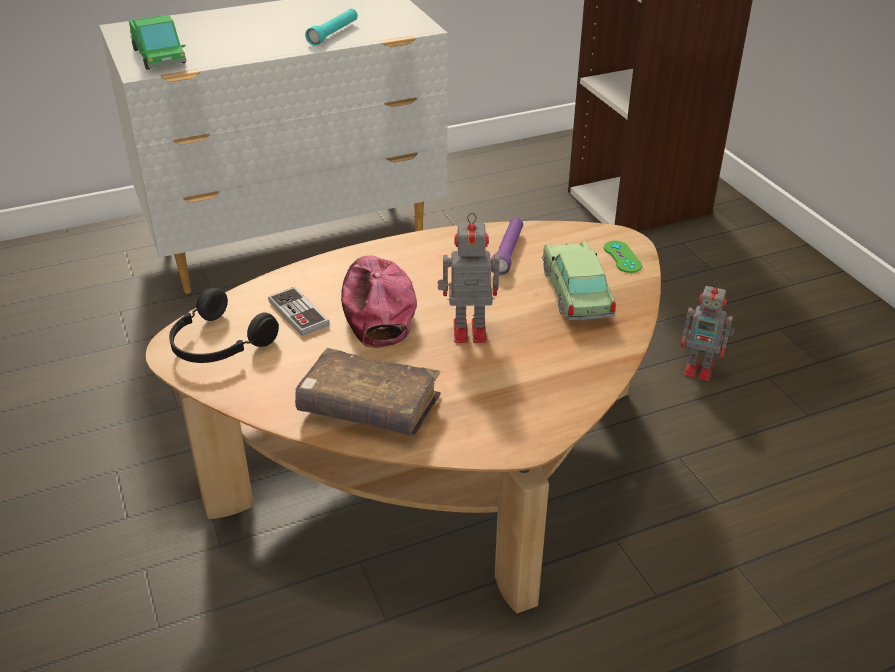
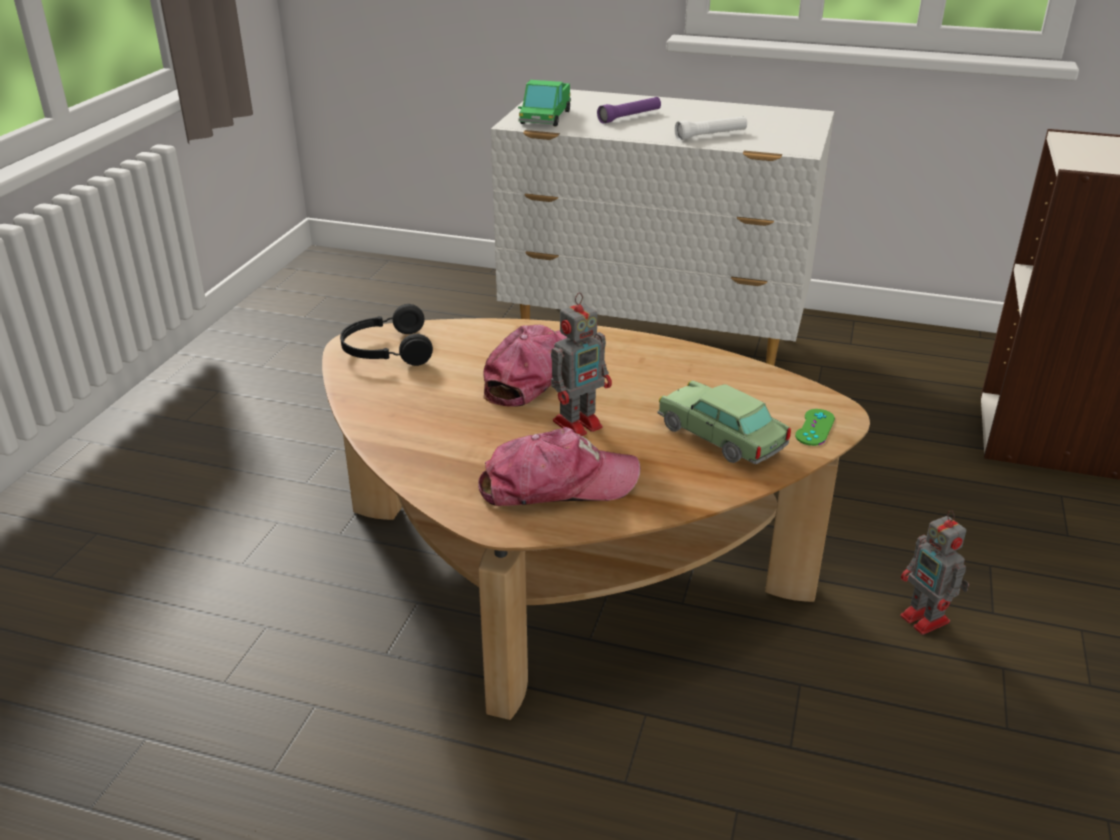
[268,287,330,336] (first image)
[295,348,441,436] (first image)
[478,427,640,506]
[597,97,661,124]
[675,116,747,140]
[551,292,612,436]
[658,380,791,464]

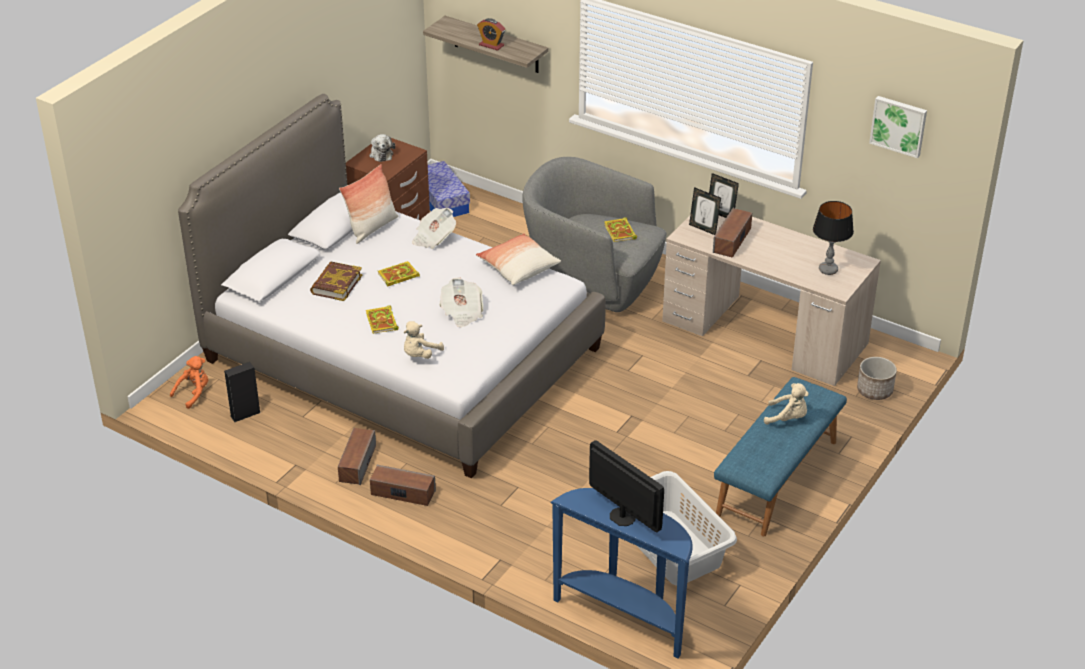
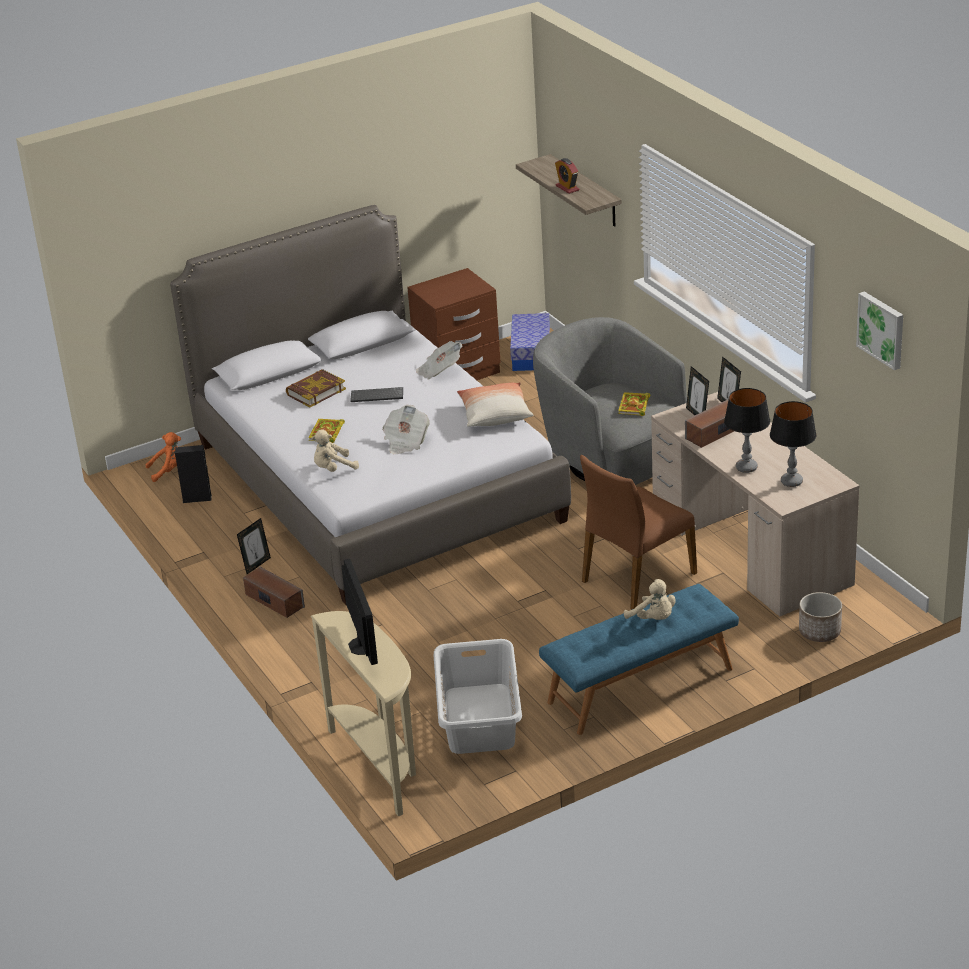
[339,164,398,244] (first image)
[369,134,395,162] (first image)
[580,455,697,609]
[724,388,770,473]
[237,518,271,574]
[350,387,403,402]
[311,611,416,817]

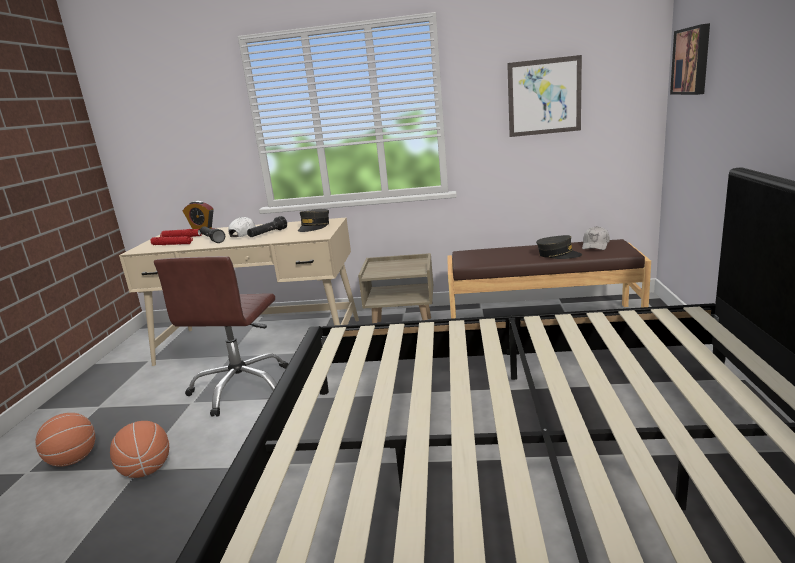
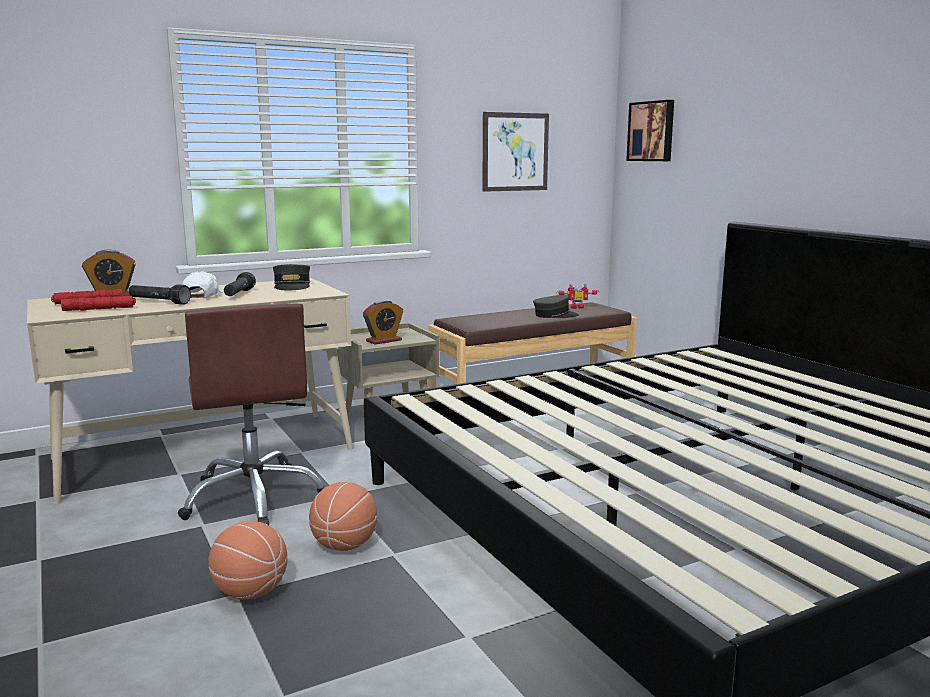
[363,300,403,345]
[309,482,377,551]
[556,283,600,309]

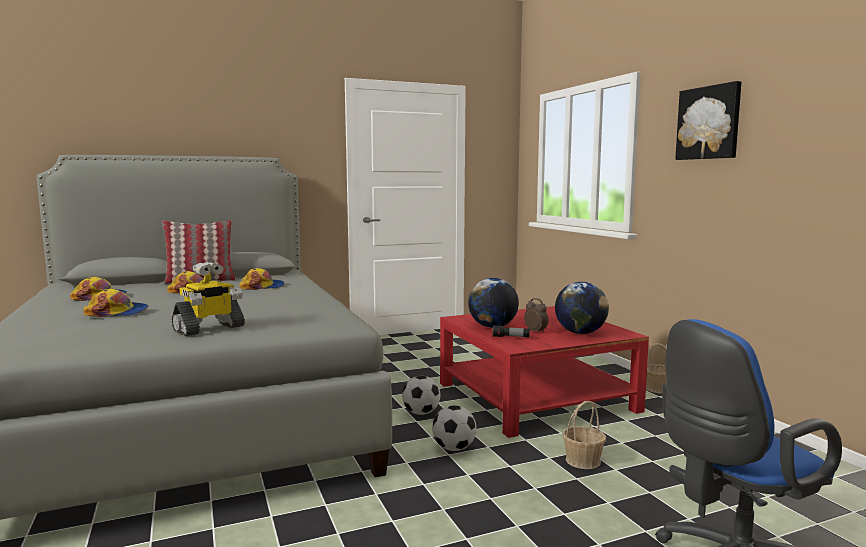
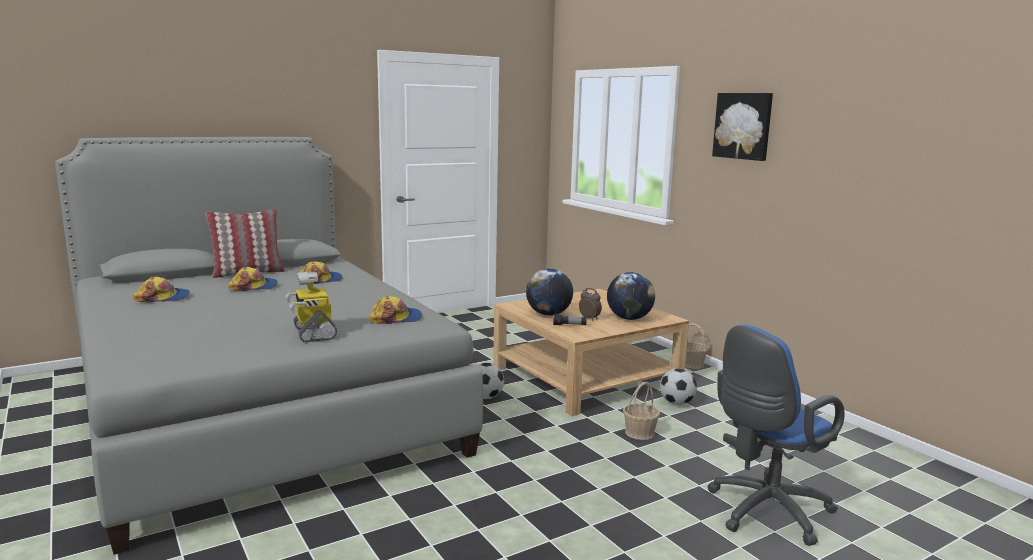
[369,296,422,324]
[660,368,697,405]
[493,289,689,416]
[285,272,337,342]

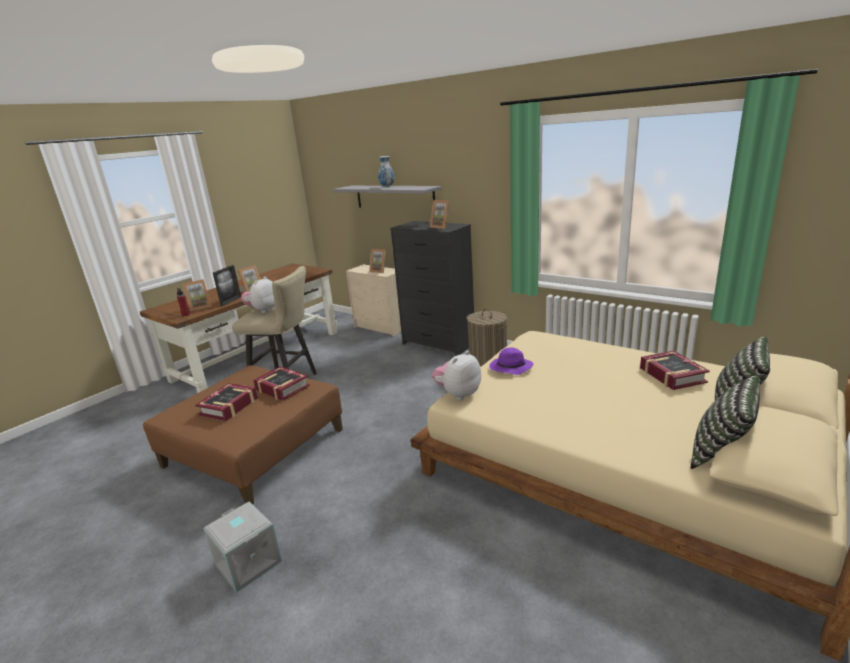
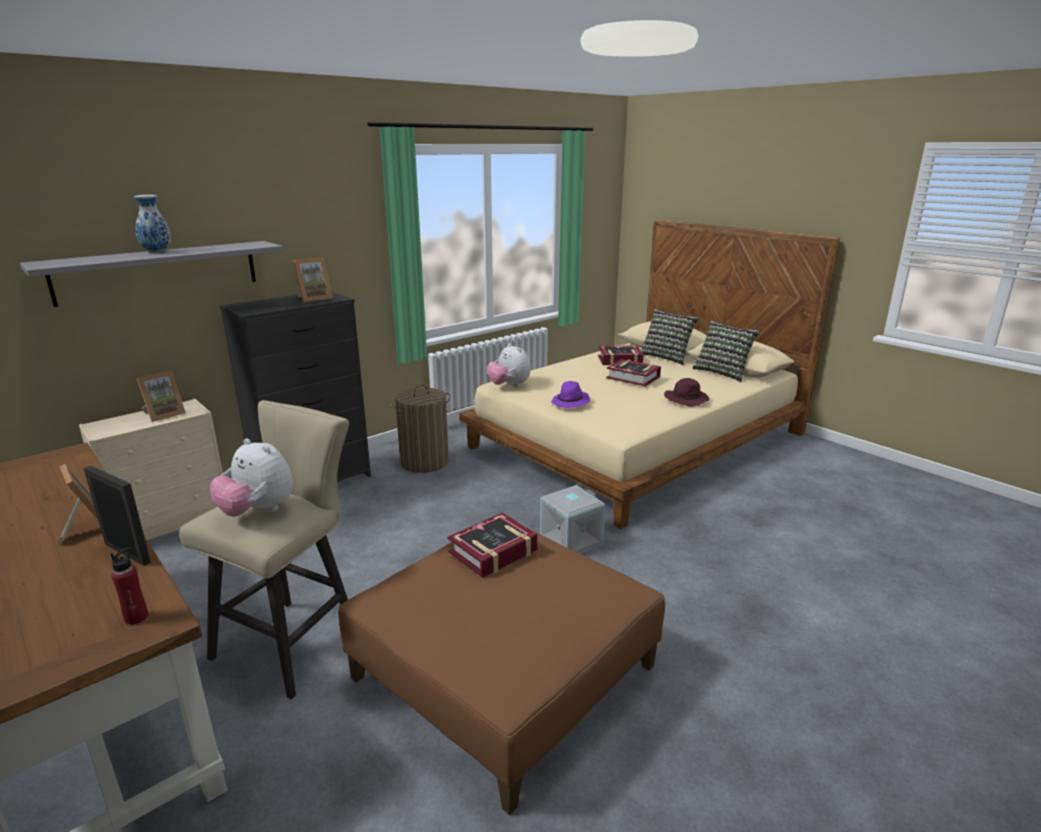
[182,279,212,311] (first image)
[664,378,709,407]
[606,359,661,387]
[540,485,606,553]
[487,343,531,387]

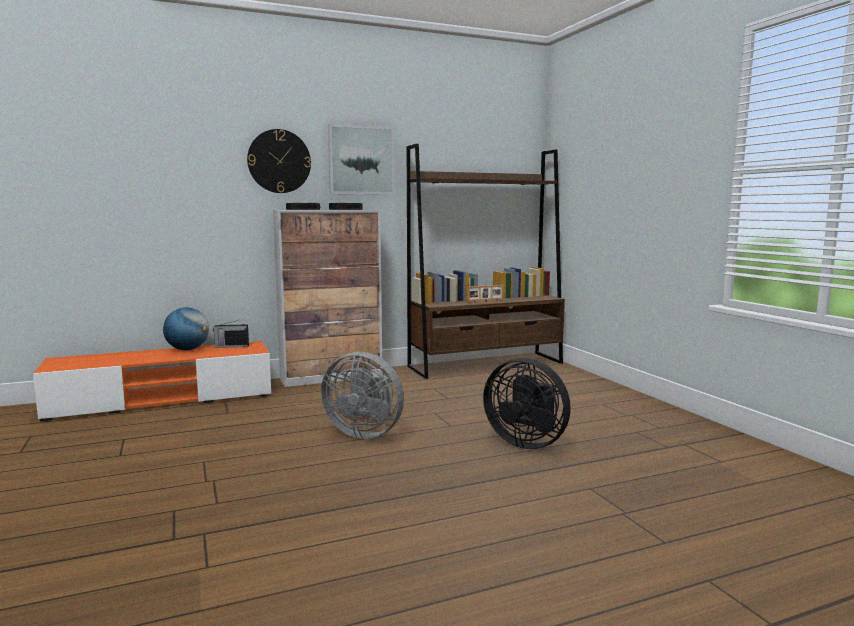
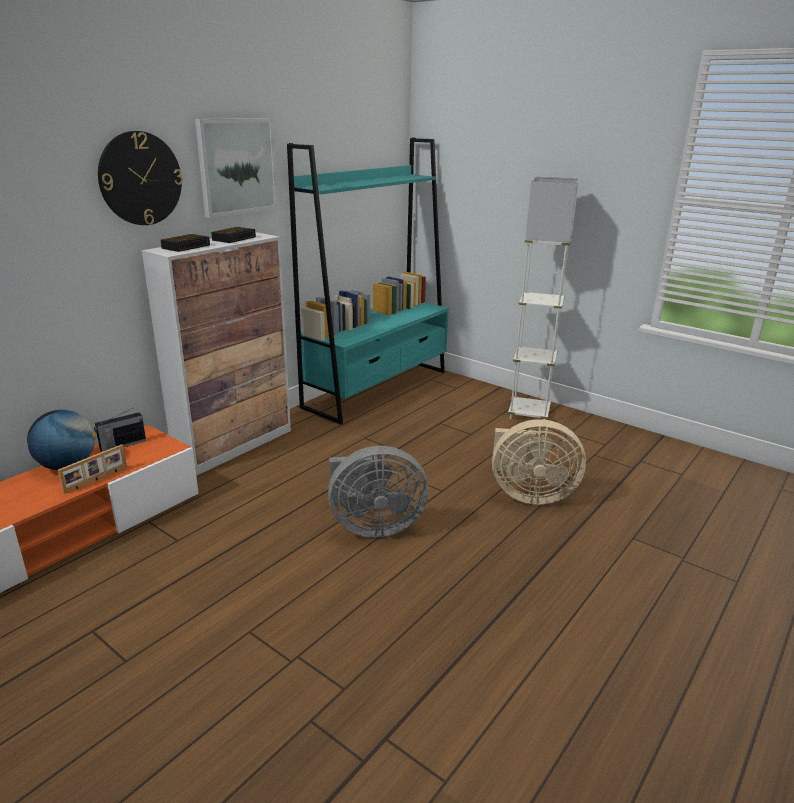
[508,176,579,420]
[58,444,127,494]
[287,137,449,424]
[492,419,586,505]

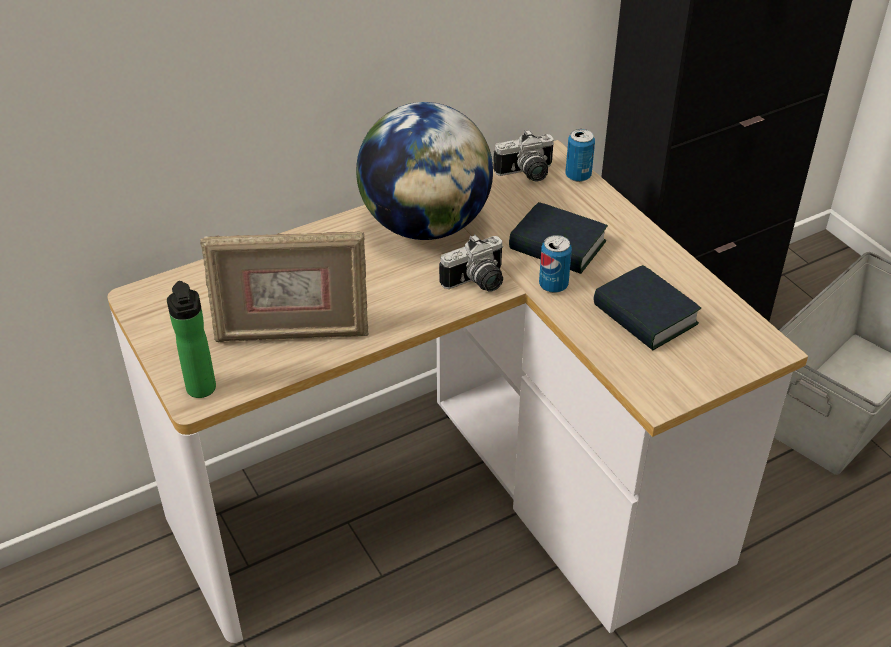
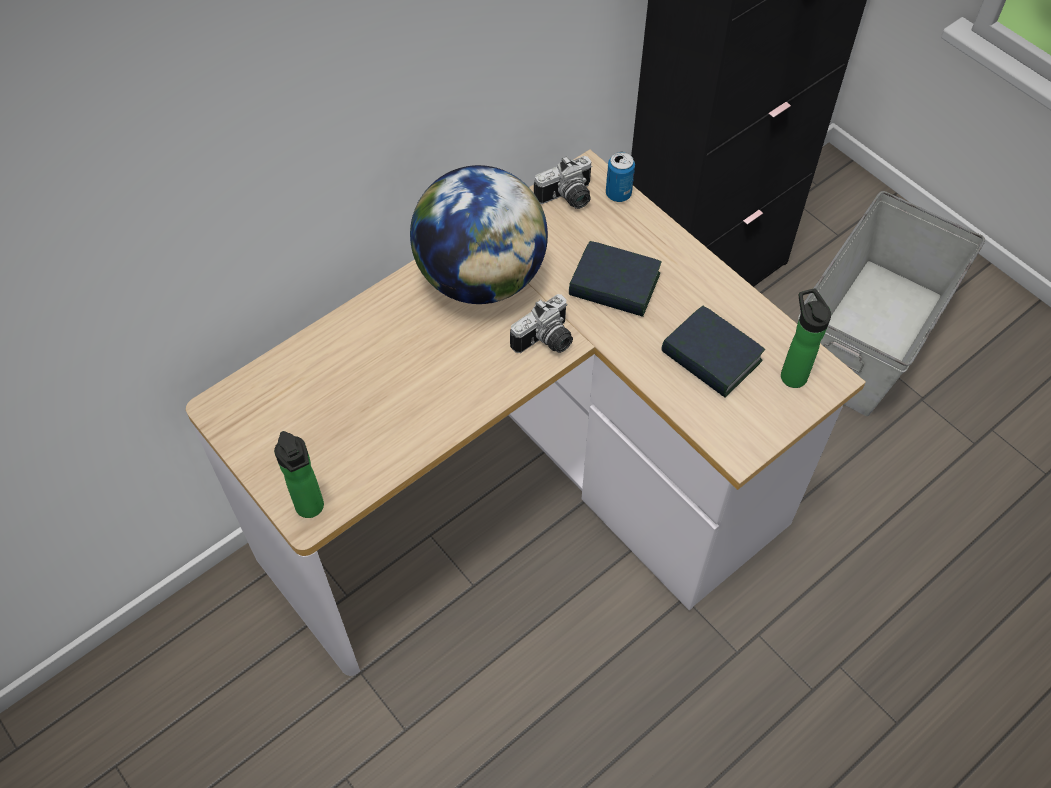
[200,231,369,342] (first image)
[539,235,572,293] (first image)
[781,289,831,388]

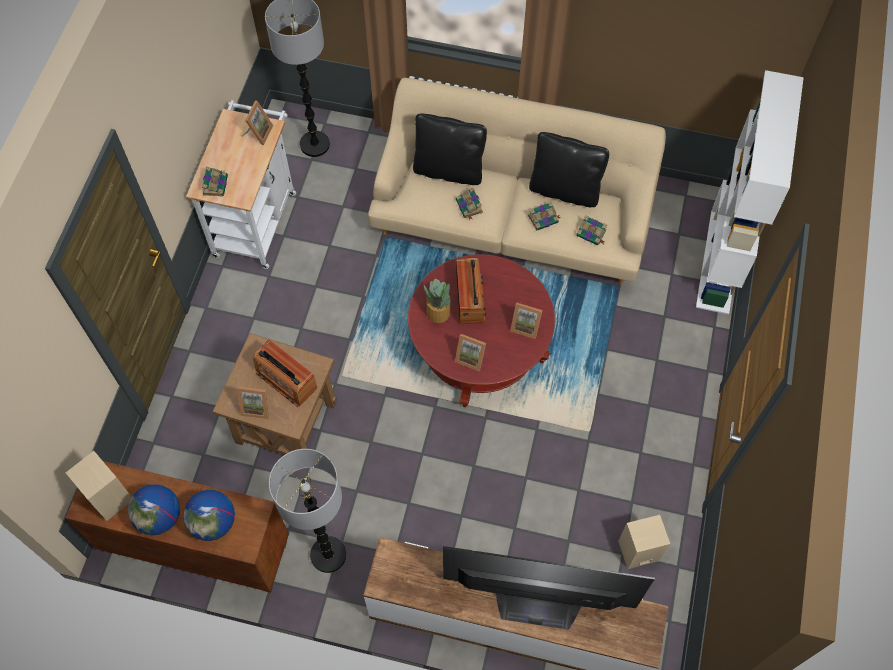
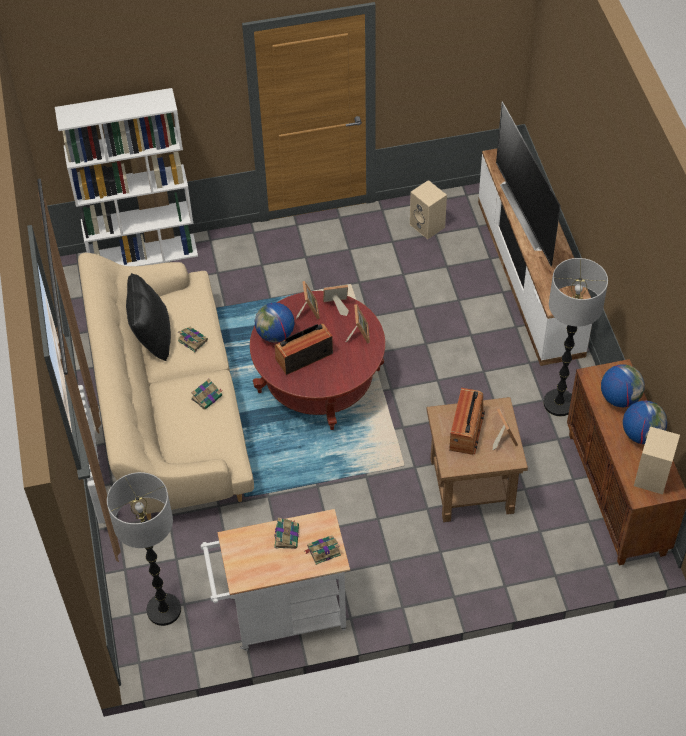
[413,114,487,185] (first image)
[424,279,451,323] (first image)
[255,303,294,342]
[323,285,349,316]
[274,517,299,549]

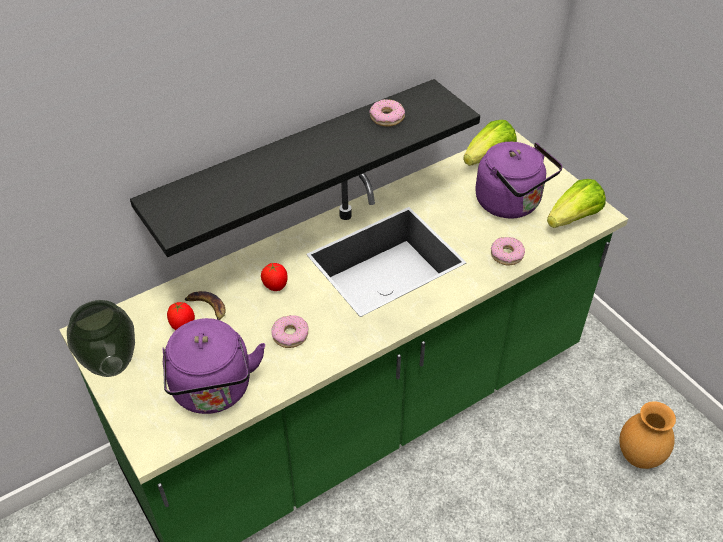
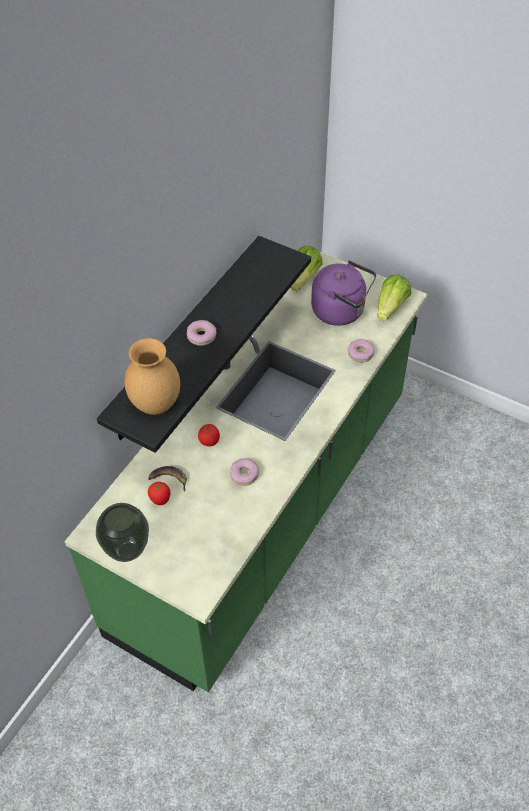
[162,318,265,414] (first image)
[187,320,216,346]
[125,338,180,415]

